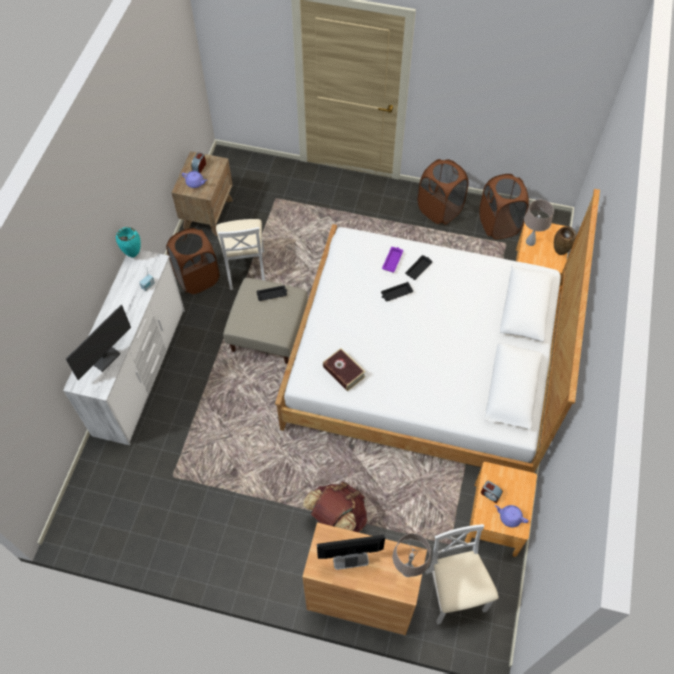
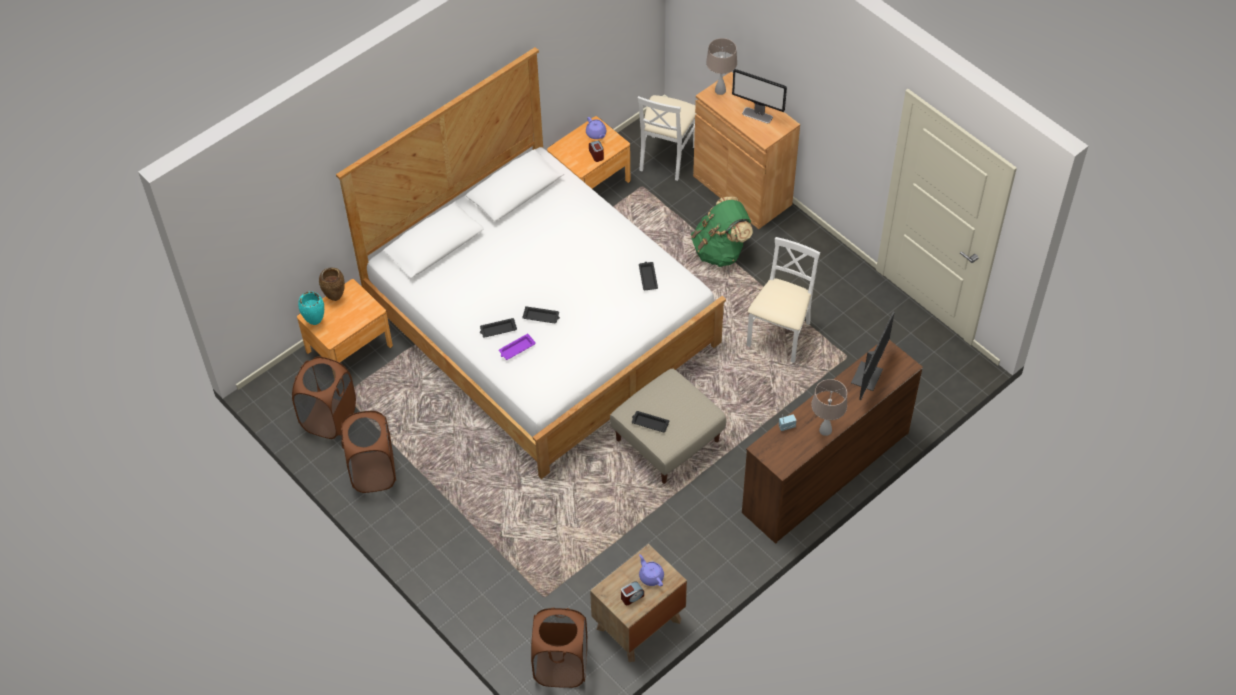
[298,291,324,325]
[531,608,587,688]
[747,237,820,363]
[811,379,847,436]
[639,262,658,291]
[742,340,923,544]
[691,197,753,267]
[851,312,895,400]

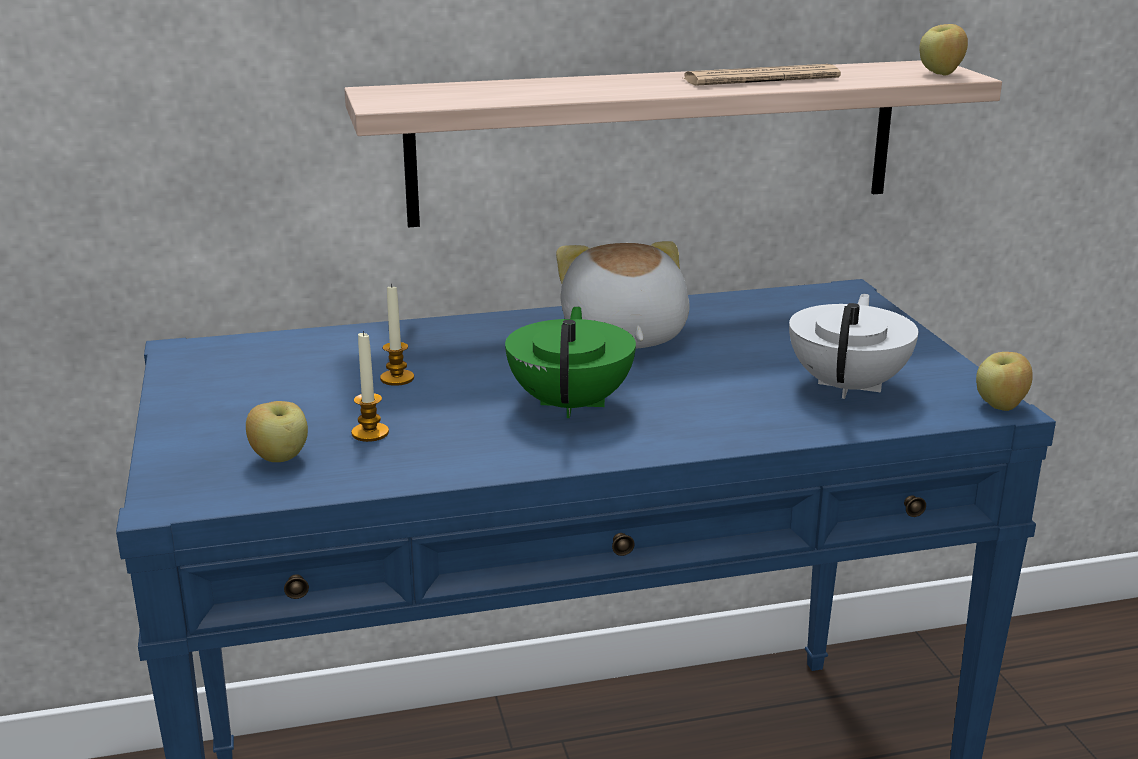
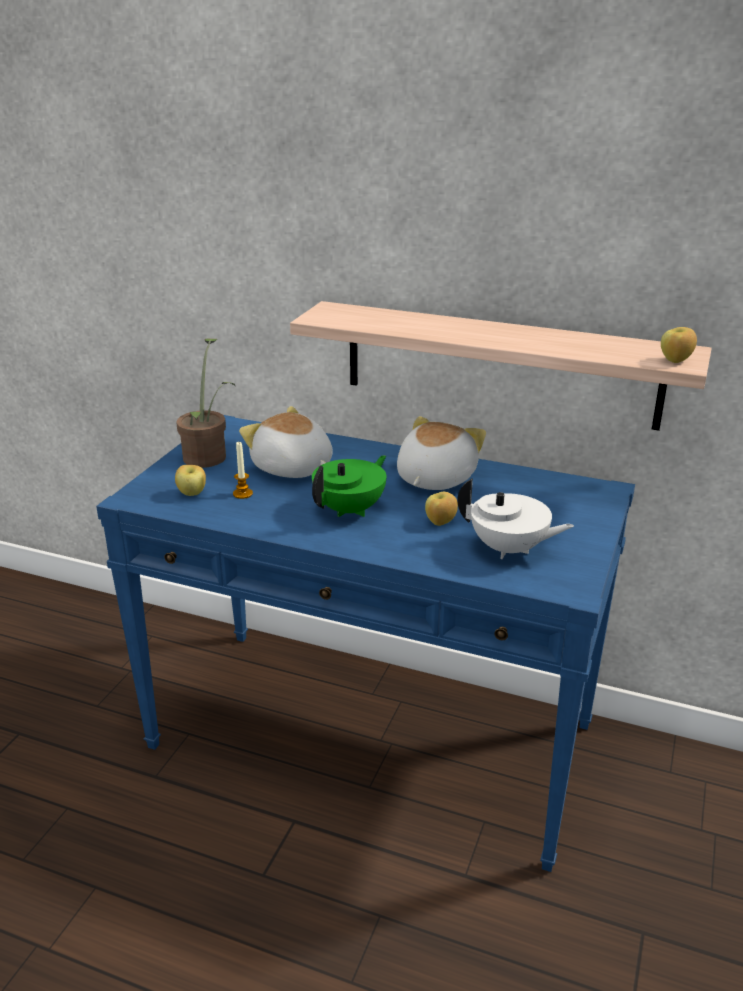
[684,64,841,86] (first image)
[176,339,235,468]
[425,492,458,526]
[239,406,333,478]
[457,478,574,559]

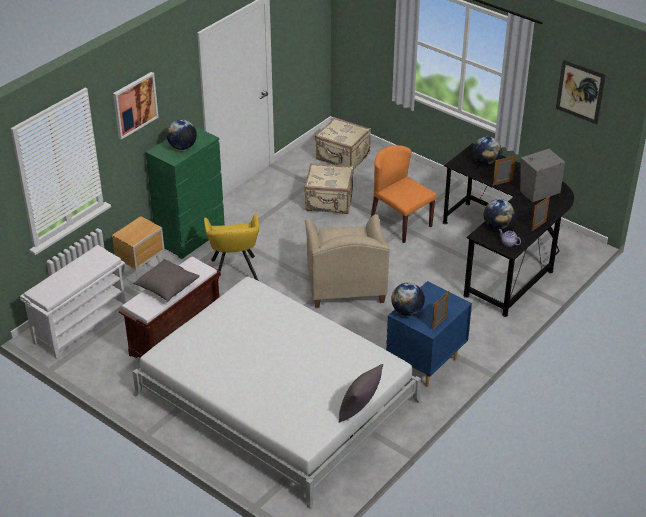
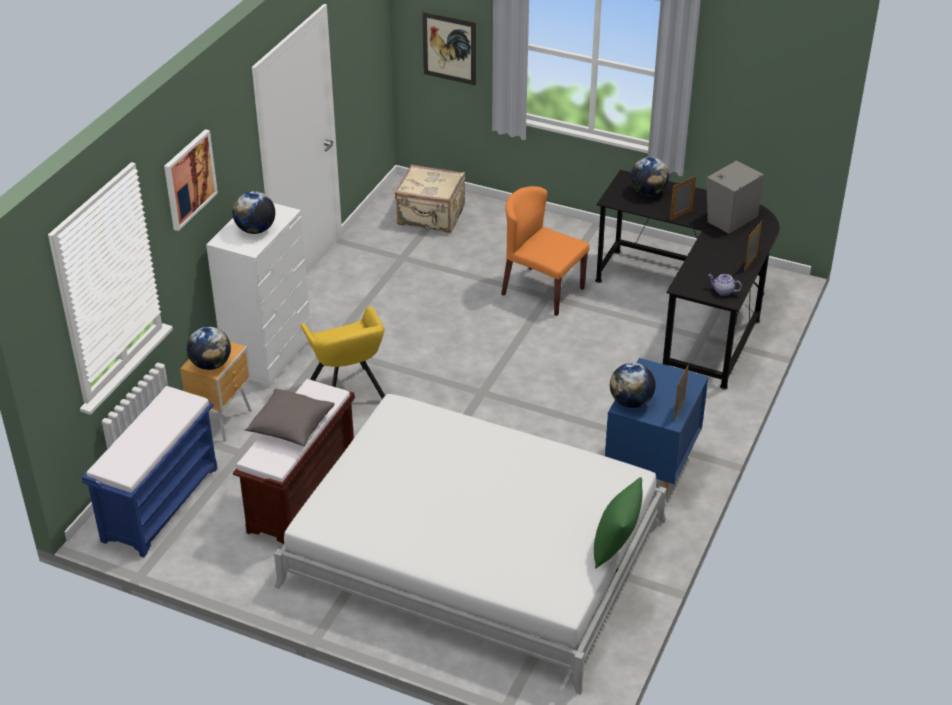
[304,163,354,214] (first image)
[305,214,390,308] (first image)
[187,326,231,370]
[422,11,476,86]
[82,386,218,557]
[206,203,311,387]
[594,477,643,568]

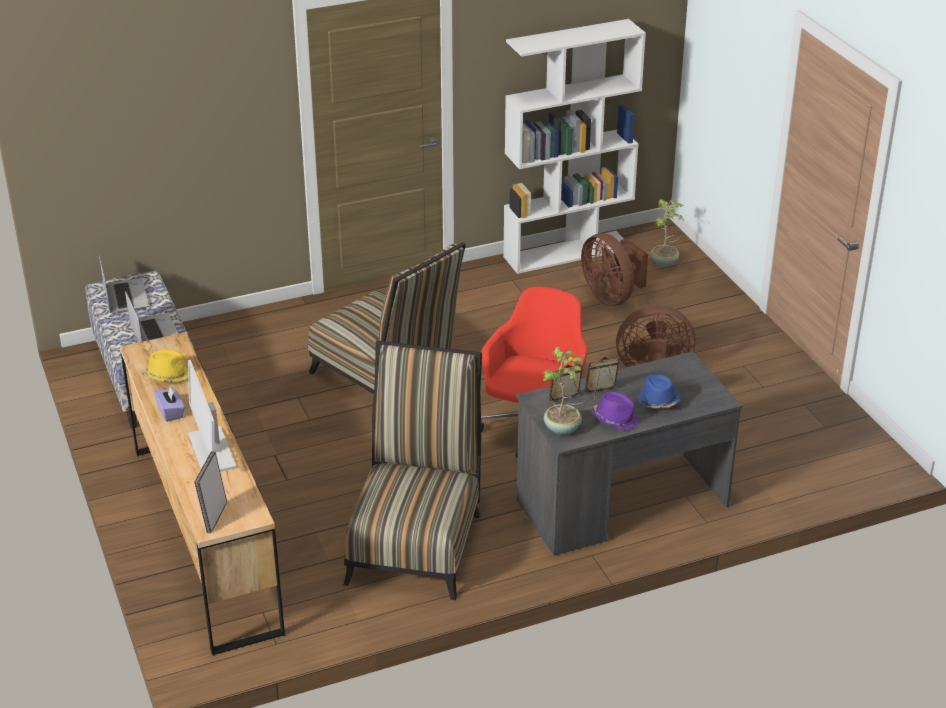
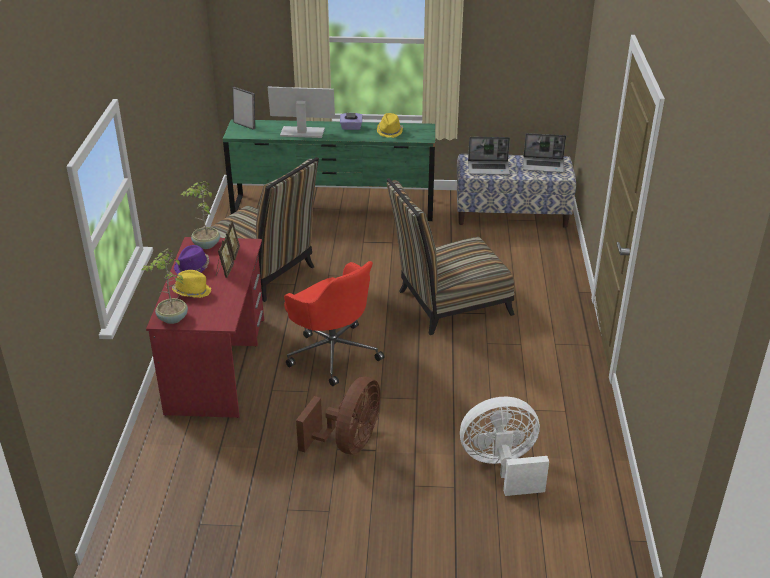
[503,19,646,274] (first image)
[142,249,188,324]
[223,119,435,221]
[146,237,264,418]
[460,397,549,496]
[172,270,211,298]

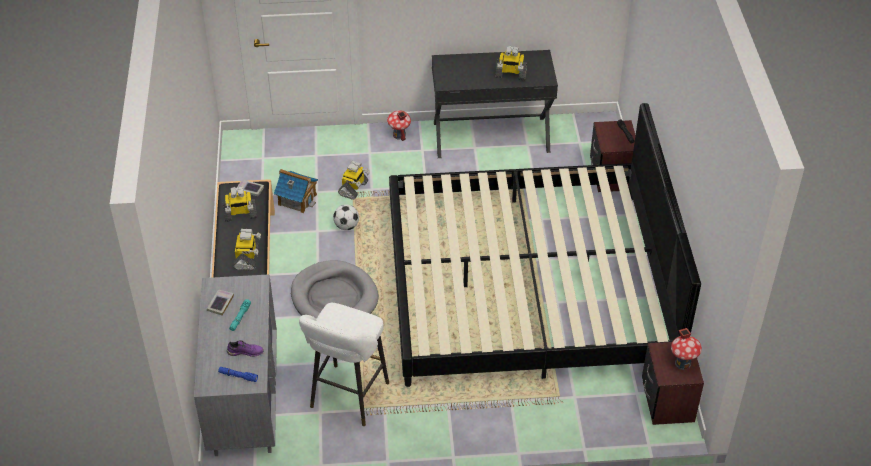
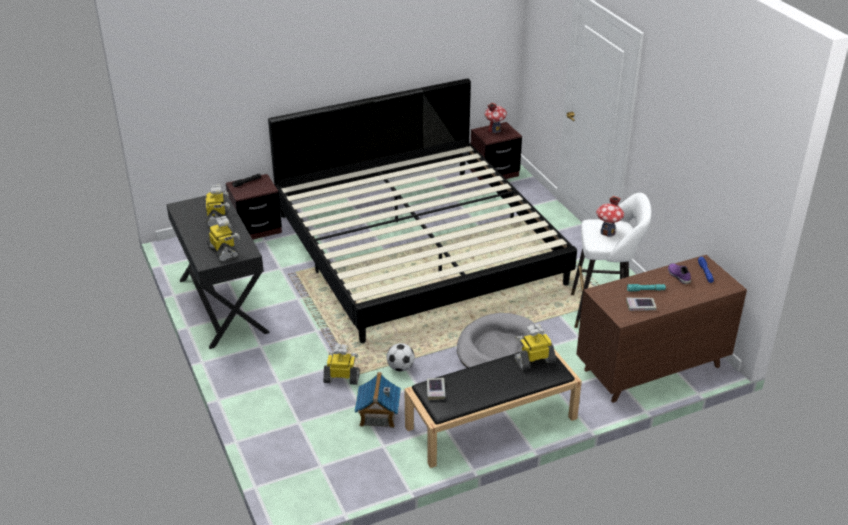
[207,216,240,262]
[596,196,625,237]
[576,255,747,403]

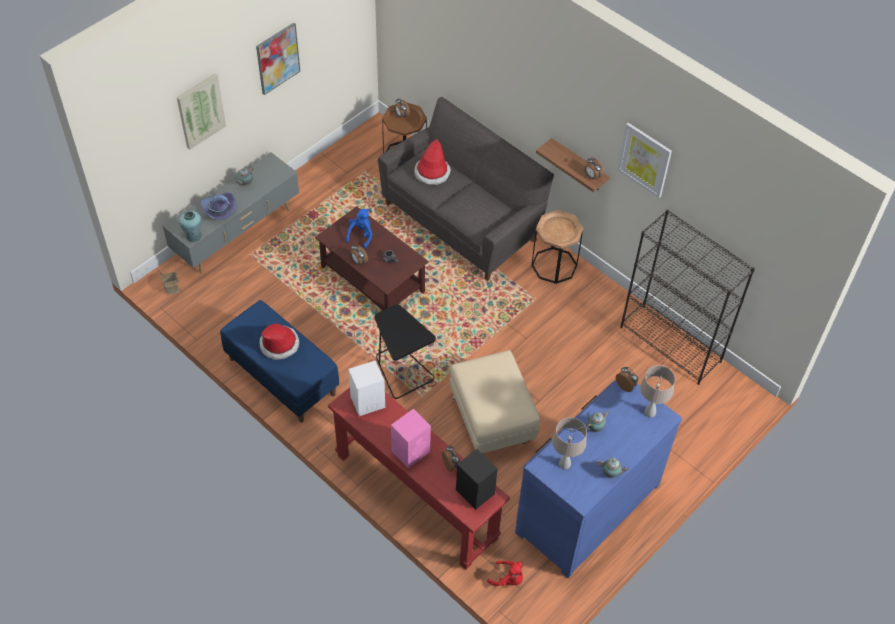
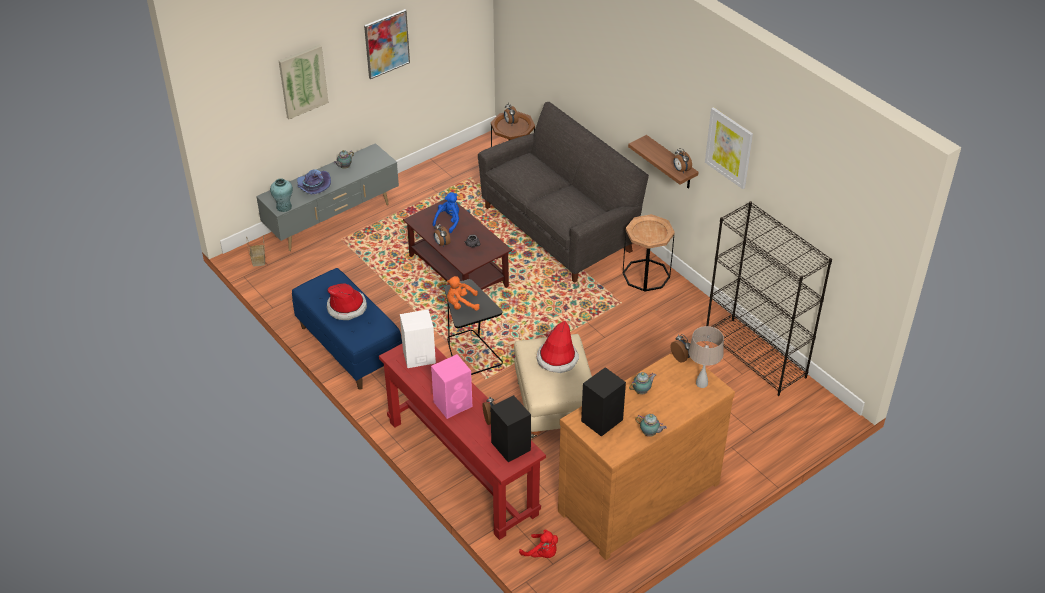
[446,276,479,310]
[536,321,579,373]
[581,367,626,437]
[558,353,735,560]

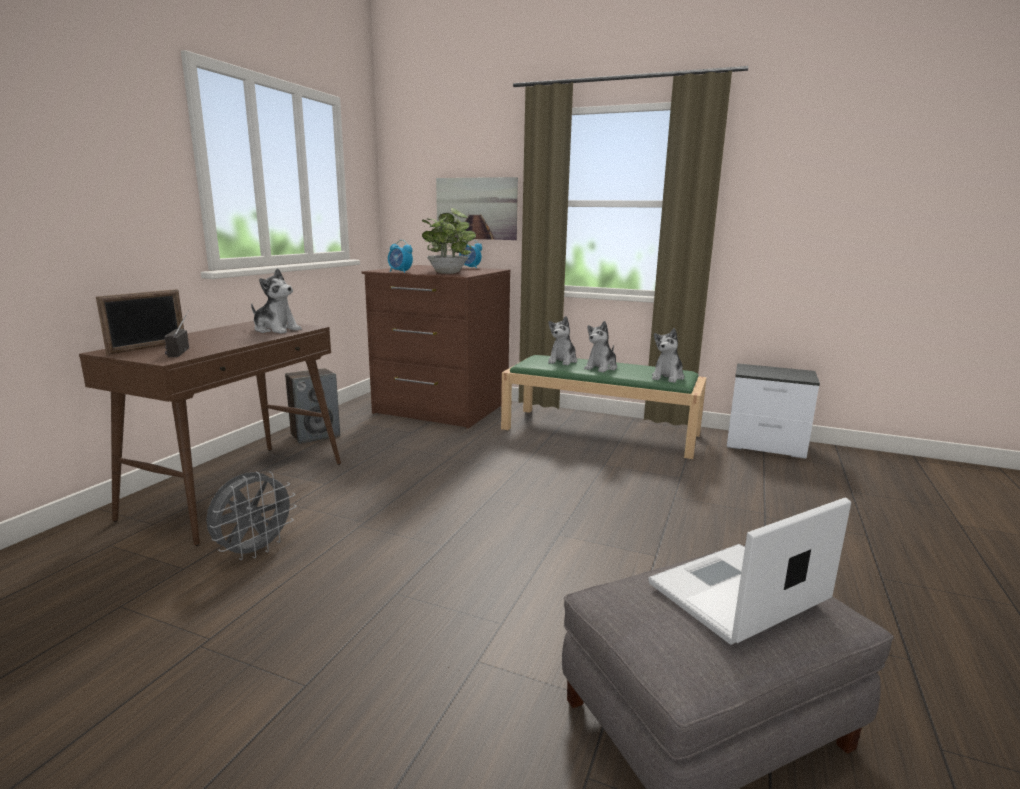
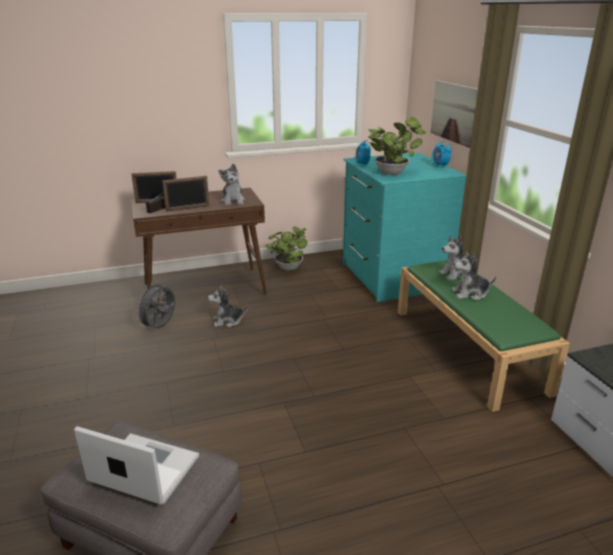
[162,176,209,212]
[208,285,248,327]
[265,226,307,271]
[343,152,466,302]
[135,281,175,329]

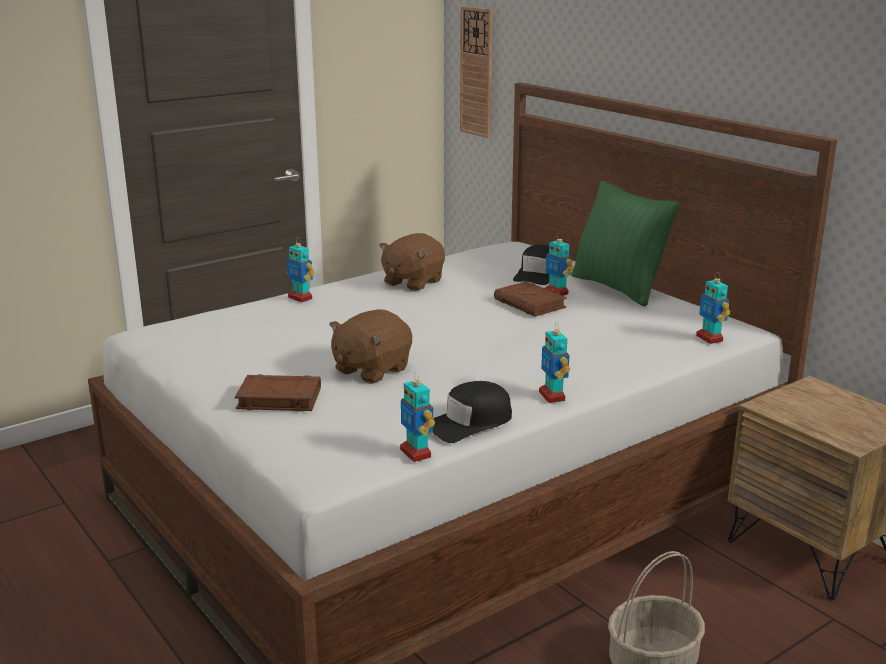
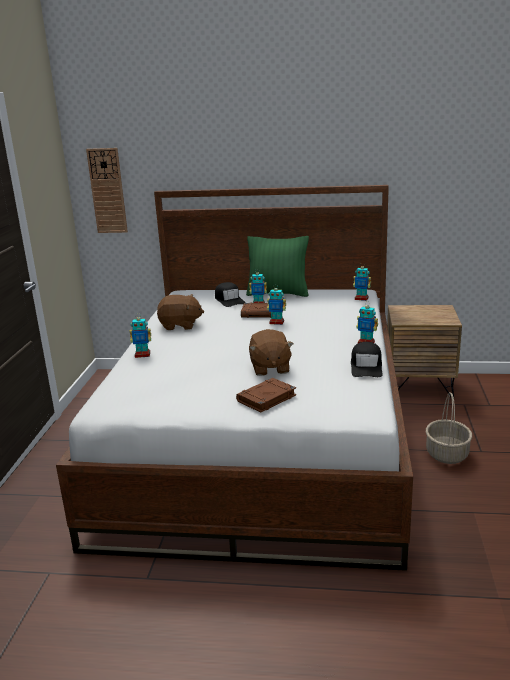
[267,284,286,325]
[157,294,204,330]

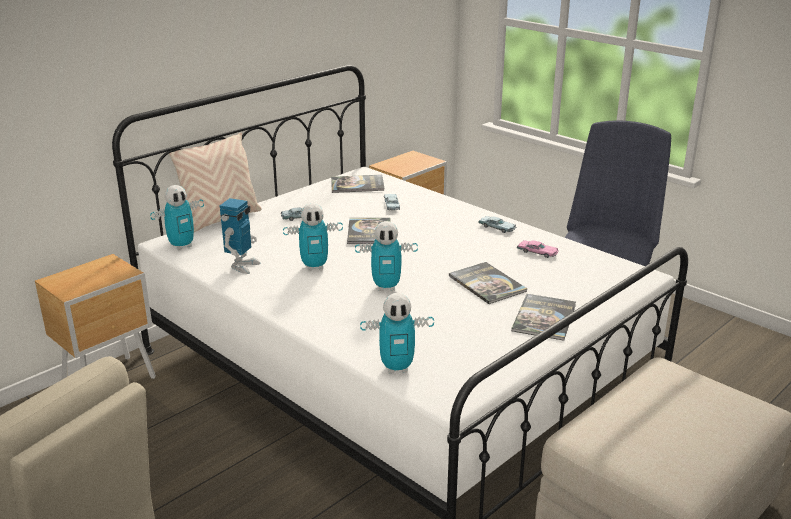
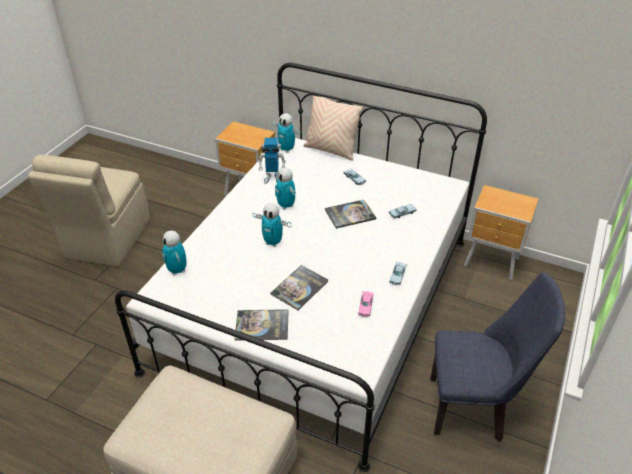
[331,175,384,193] (first image)
[252,203,292,247]

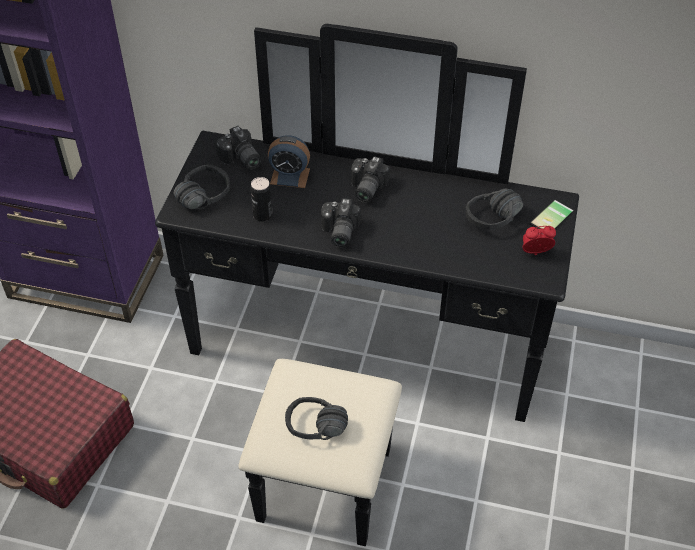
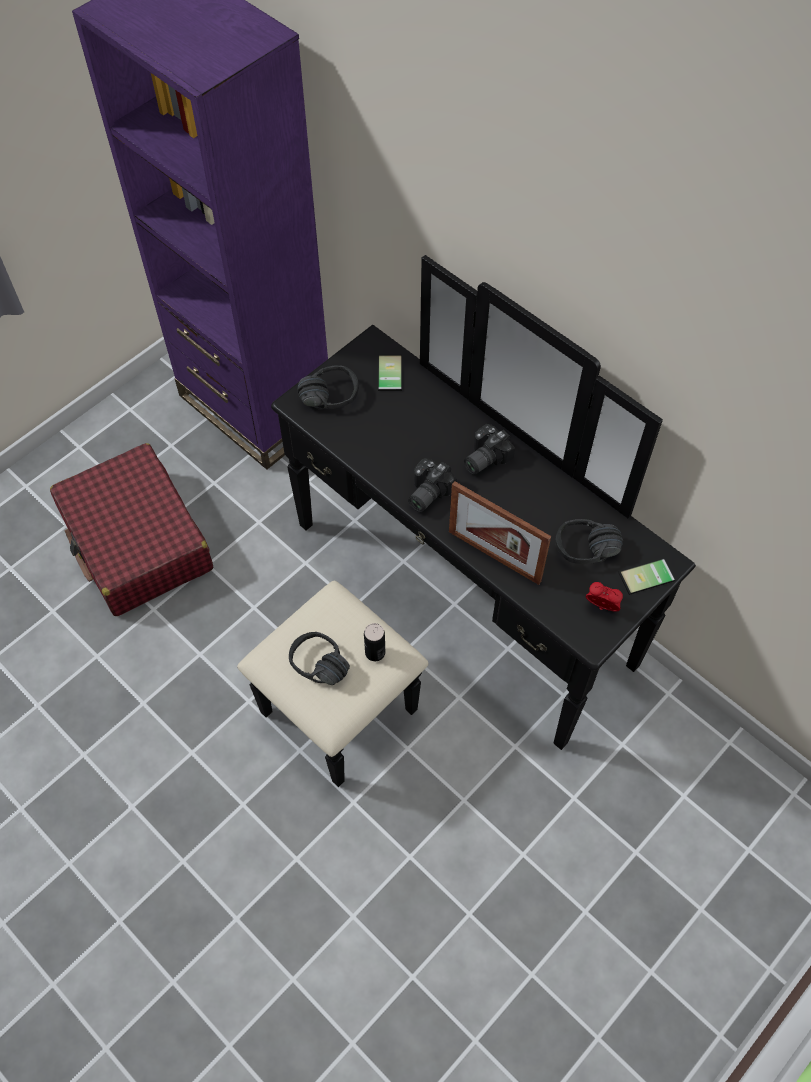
[268,135,310,188] (first image)
[449,481,551,585]
[364,623,385,661]
[378,354,402,391]

